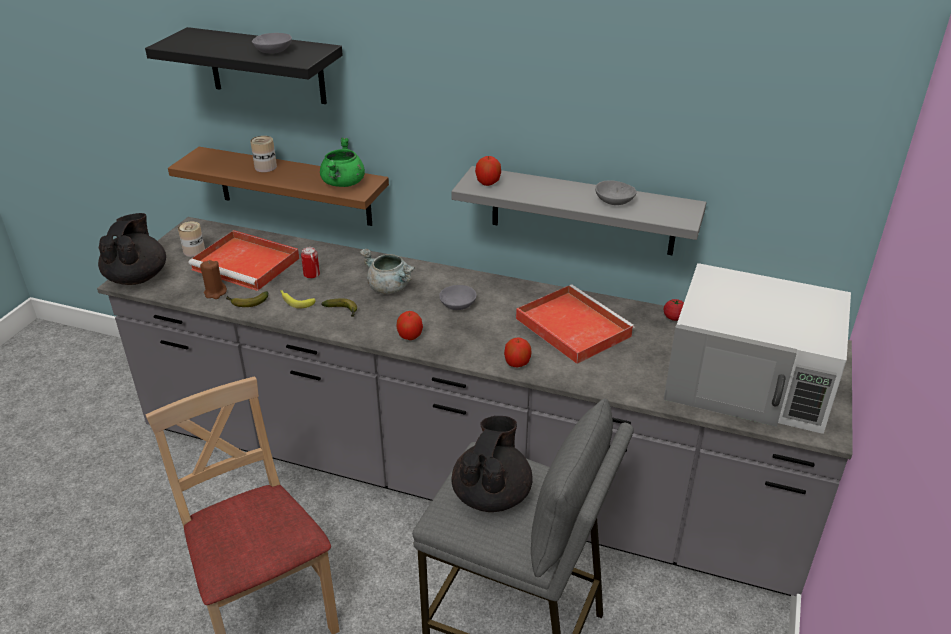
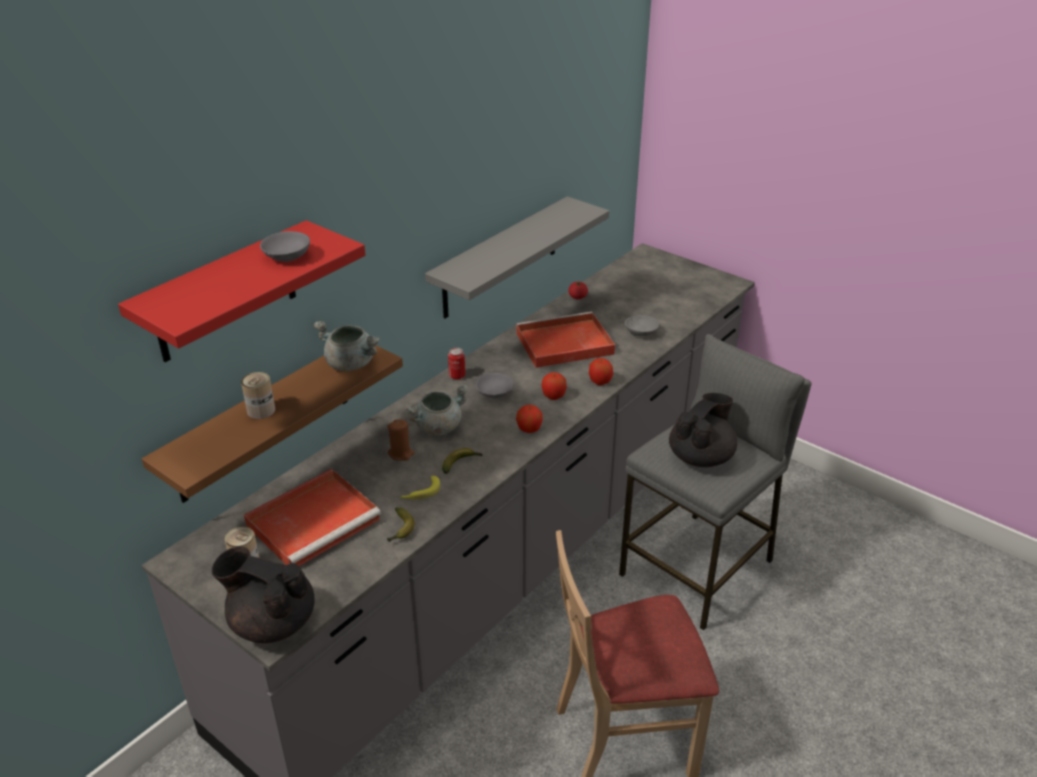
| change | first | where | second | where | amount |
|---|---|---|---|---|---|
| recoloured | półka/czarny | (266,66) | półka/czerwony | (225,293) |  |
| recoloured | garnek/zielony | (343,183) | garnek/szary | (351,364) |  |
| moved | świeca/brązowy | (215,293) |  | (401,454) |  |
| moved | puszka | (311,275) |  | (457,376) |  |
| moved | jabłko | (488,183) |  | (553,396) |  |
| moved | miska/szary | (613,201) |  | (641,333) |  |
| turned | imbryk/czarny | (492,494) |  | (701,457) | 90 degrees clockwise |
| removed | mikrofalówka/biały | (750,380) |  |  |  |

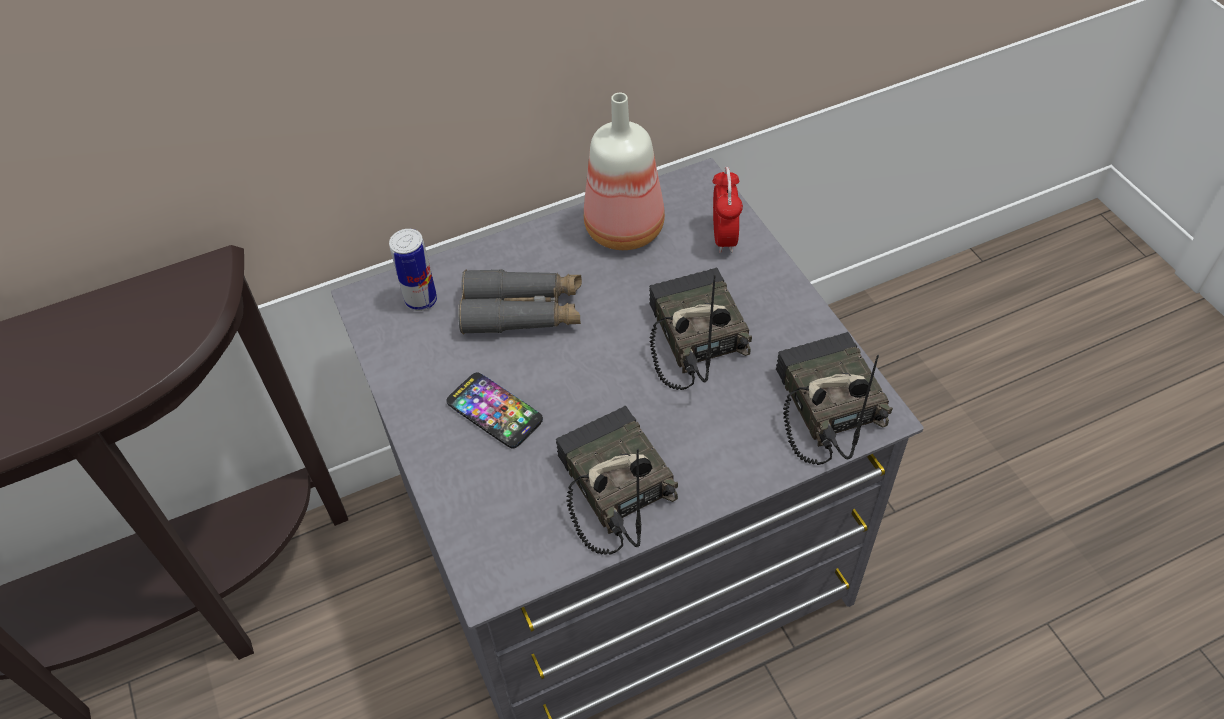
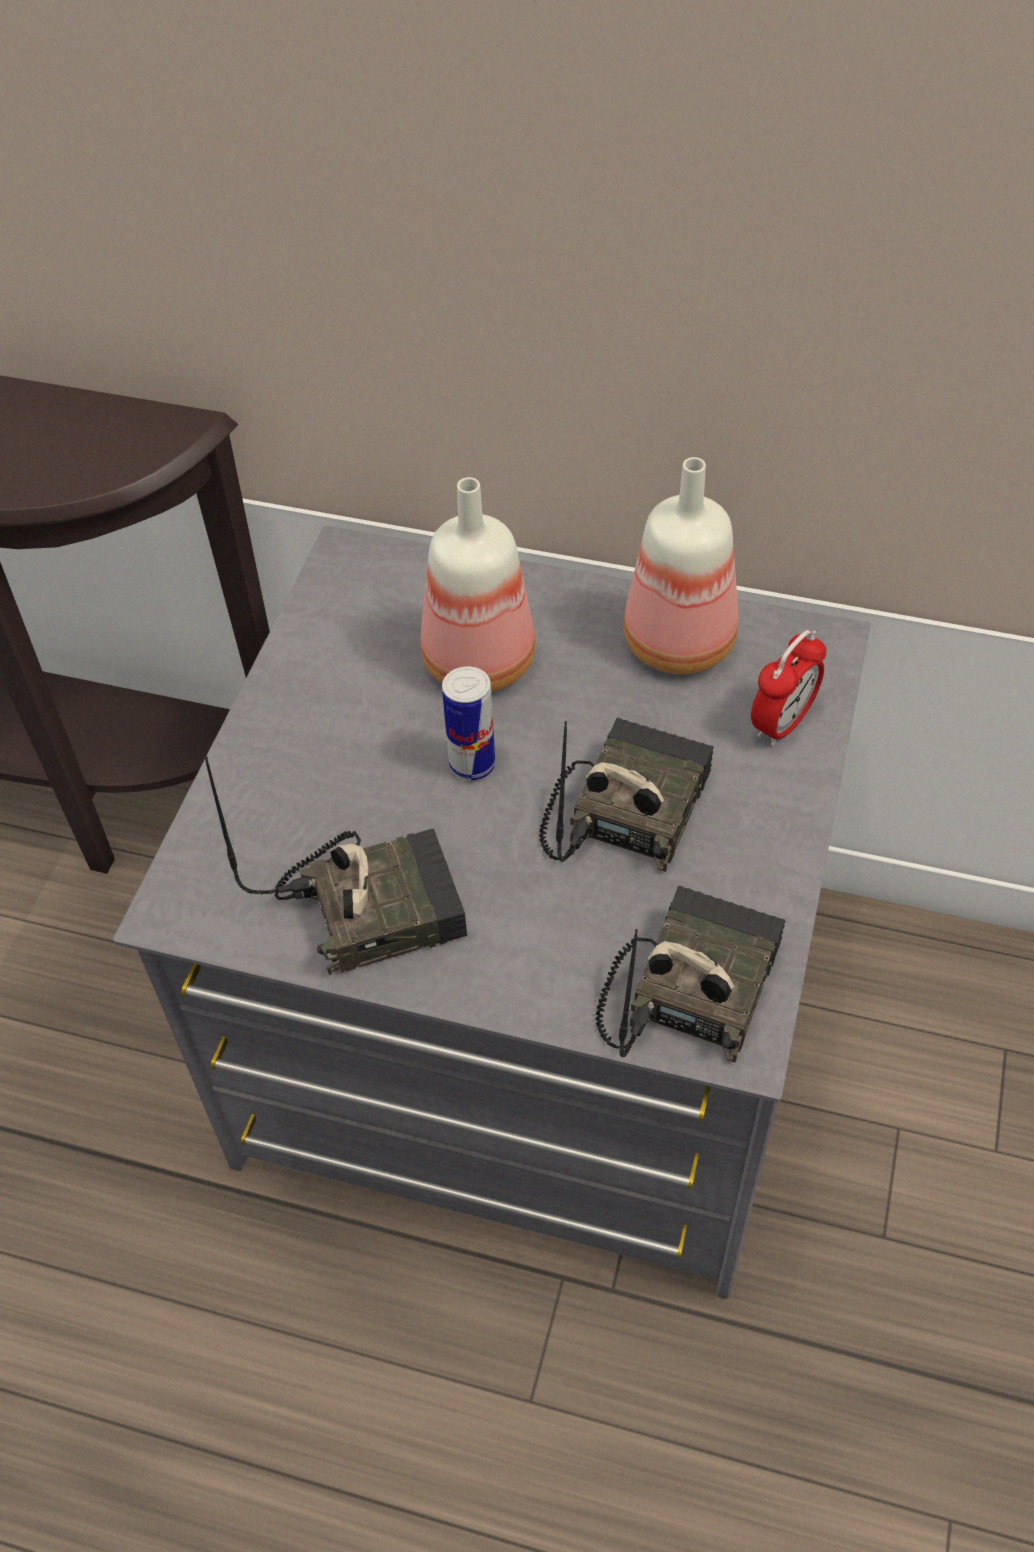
| change | first | where | second | where | amount |
|---|---|---|---|---|---|
| turned | radio | (610,487) |  | (374,905) | 60 degrees clockwise |
| replaced | lornetka/szary | (523,311) | butelka | (479,665) |  |
| moved | puszka | (421,300) |  | (472,764) |  |
| removed | telefon | (494,411) |  |  |  |

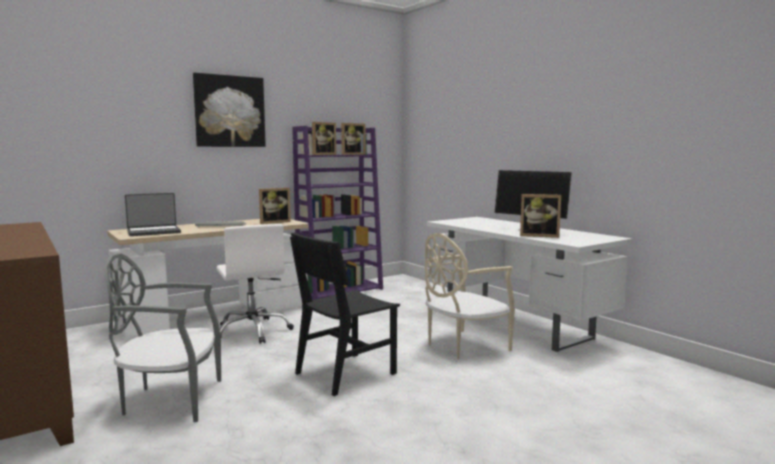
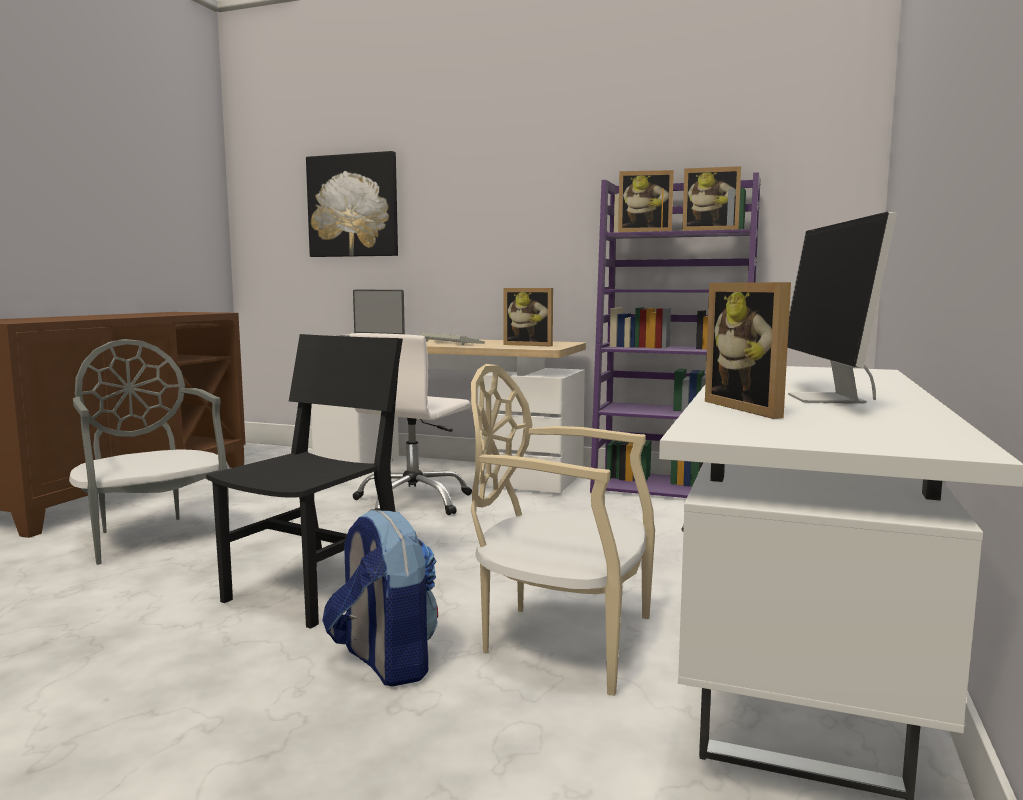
| change | first | where | second | where | amount |
|---|---|---|---|---|---|
| turned | krzesło/czarny | (345,373) |  | (316,589) | 105 degrees clockwise |
| moved | obraz | (229,111) |  | (353,206) |  |
| added |  |  | plecak | (384,662) |  |

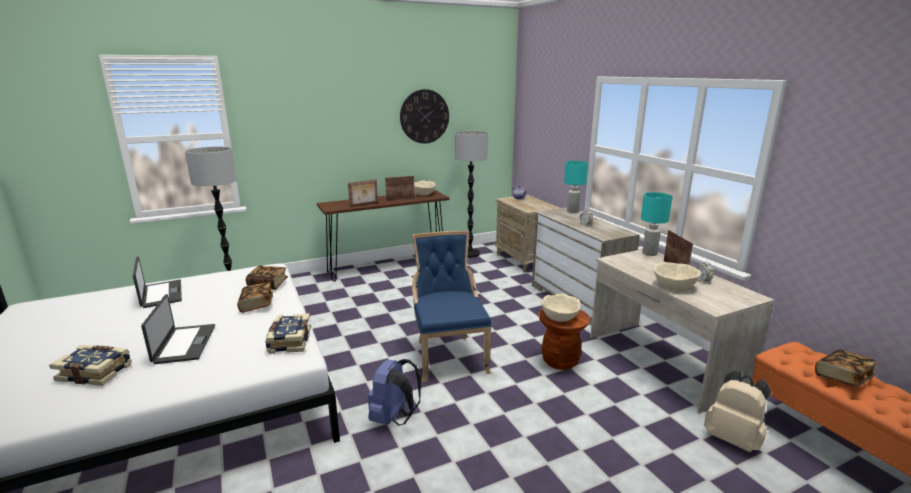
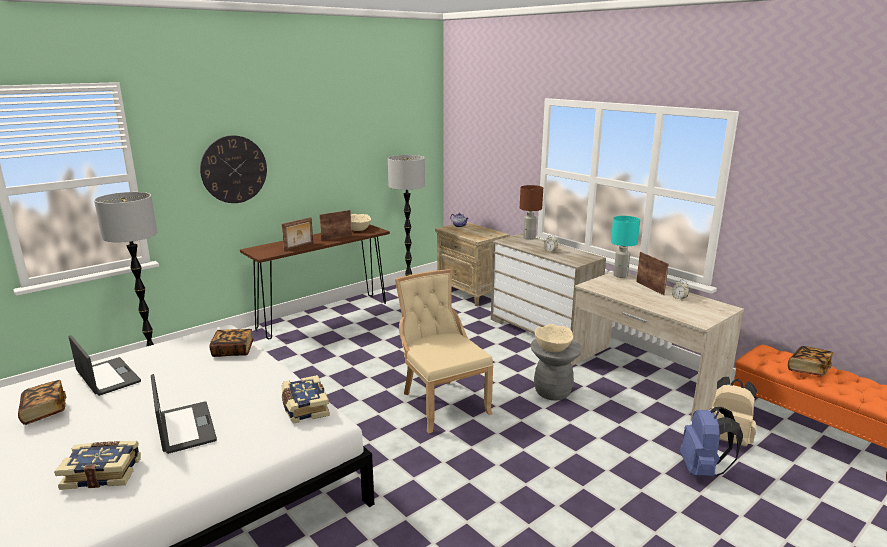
| change | first | where | second | where | amount |
|---|---|---|---|---|---|
| moved | książka | (256,305) |  | (44,411) |  |
| moved | zegar ścienny | (424,116) |  | (234,169) |  |
| recoloured | krzesło/niebieski | (448,355) | krzesło/beżowy | (441,403) |  |
| recoloured | lampa stołowa/turkusowy | (572,211) | lampa stołowa/brązowy | (529,238) |  |
| recoloured | stołek/brązowy | (560,361) | stołek/szary | (552,392) |  |
| moved | plecak/niebieski | (394,418) |  | (703,470) |  |
| removed | miska/beżowy | (674,286) |  |  |  |

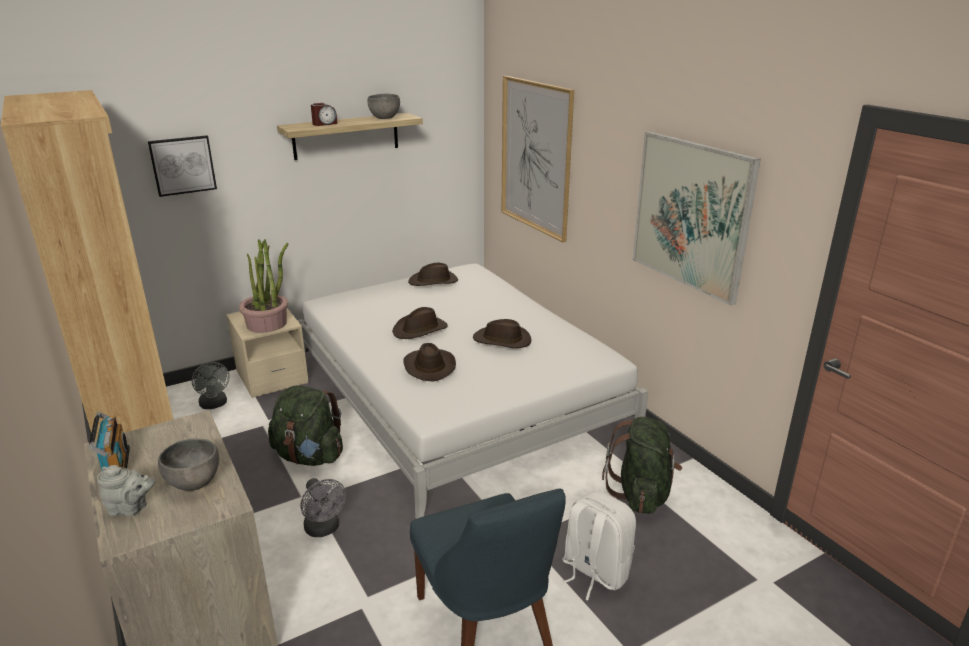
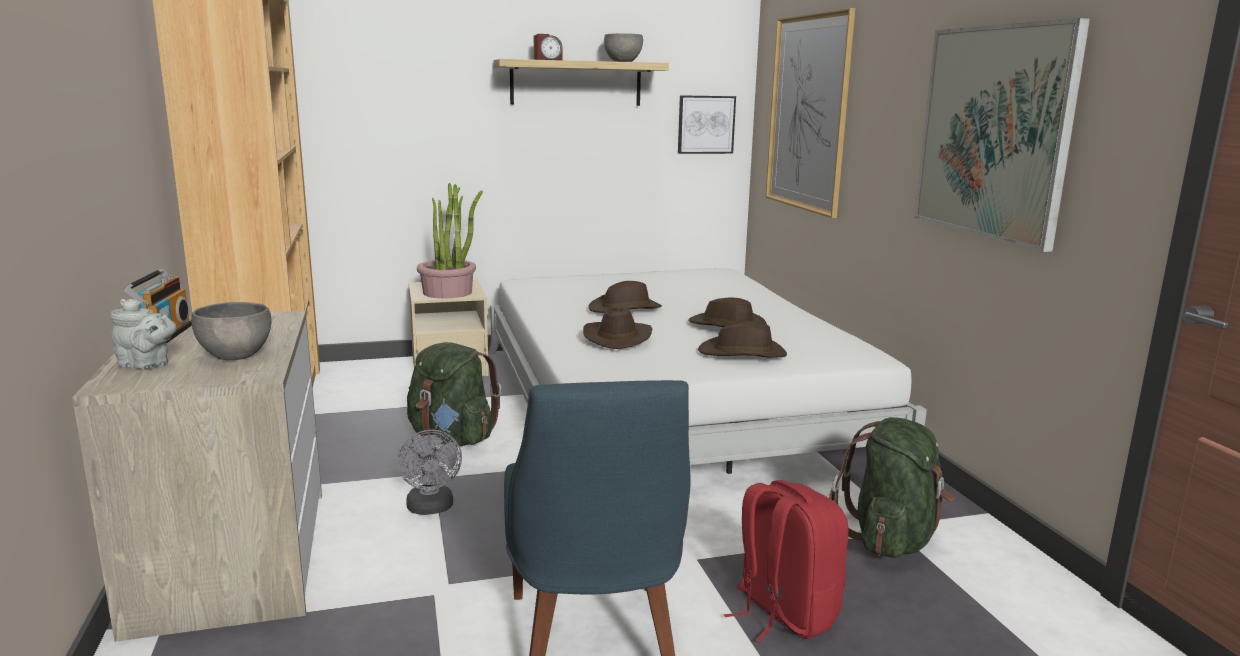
| change | first | where | second | where | amount |
|---|---|---|---|---|---|
| moved | obraz | (183,165) |  | (705,124) |  |
| moved | kapelusz/brązowy | (433,281) |  | (743,353) |  |
| recoloured | plecak/biały | (594,572) | plecak/czerwony | (783,614) |  |
| removed | wentylator/szary | (214,405) |  |  |  |

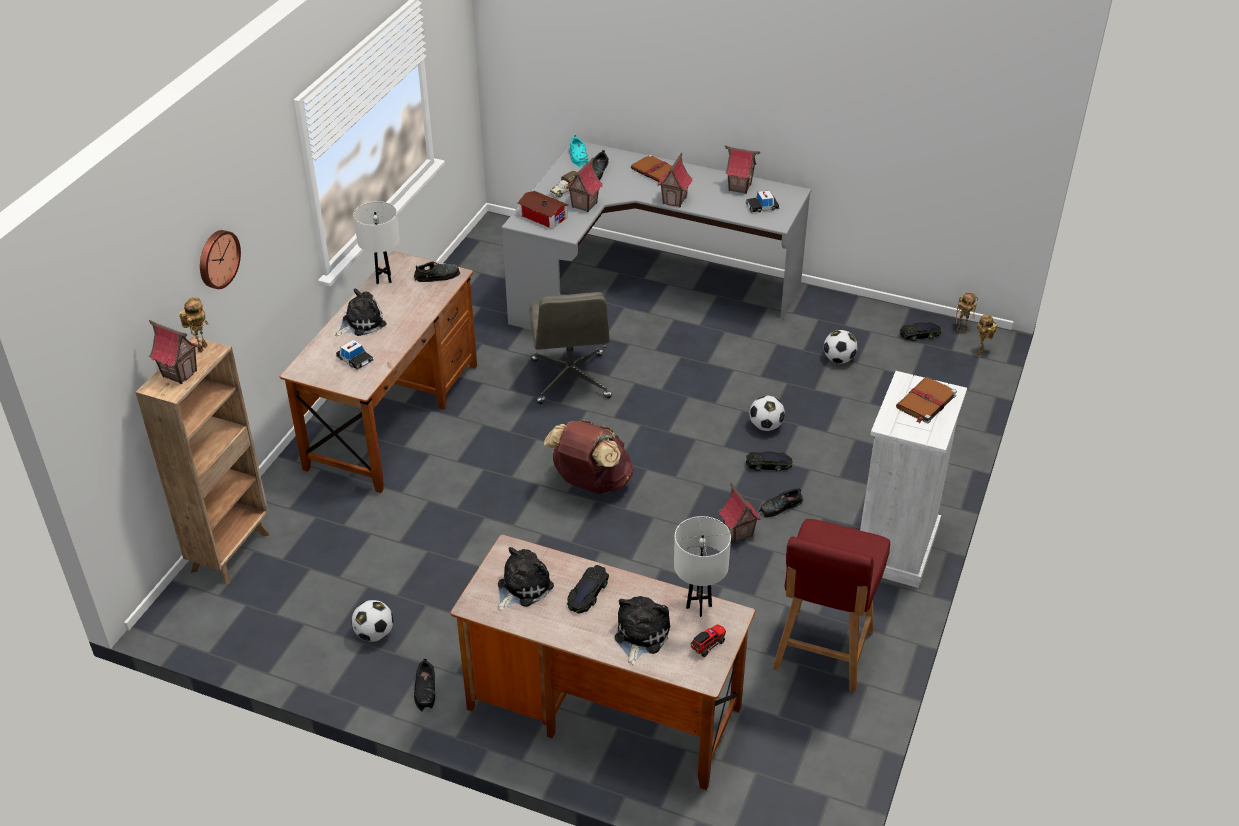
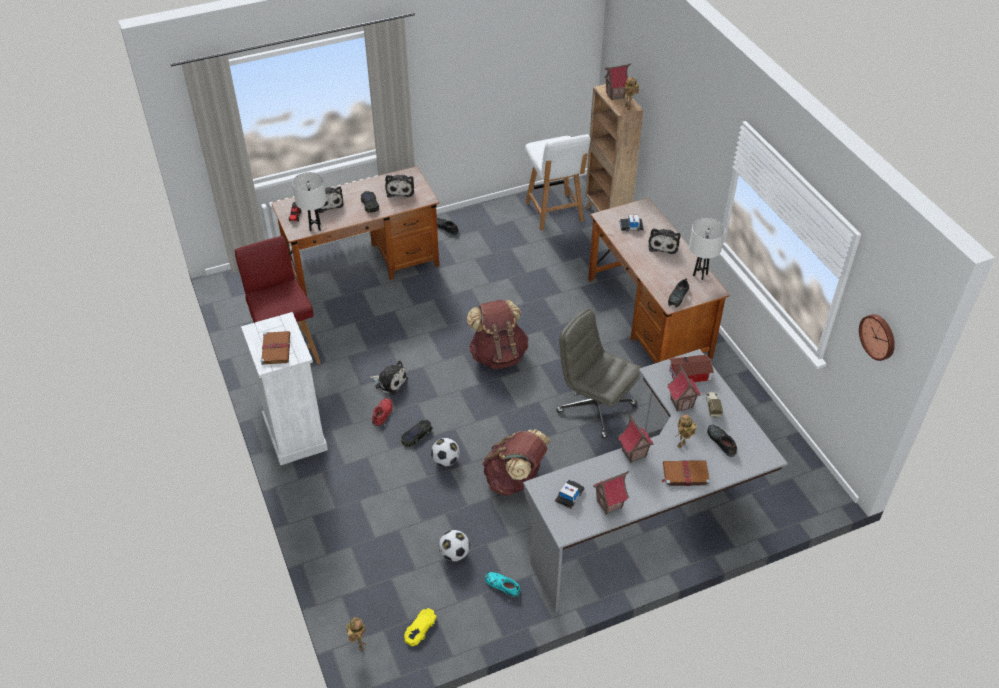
| change | first | where | second | where | amount |
|---|---|---|---|---|---|
| replaced | domek | (737,533) | pluszak | (389,382) |  |
| recoloured | but/czarny | (780,507) | but/czerwony | (382,413) |  |
| recoloured | samochodzik/czarny | (920,334) | samochodzik/żółty | (420,629) |  |
| added |  |  | plecak/brązowy | (515,480) |  |
| moved | but/turkusowy | (579,156) |  | (502,585) |  |
| added |  |  | krzesło/biały | (554,213) |  |
| moved | robot zabawkowy | (962,329) |  | (681,446) |  |
| moved | zegar ścienny | (217,258) |  | (878,336) |  |
| removed | piłka futbolowa | (374,634) |  |  |  |

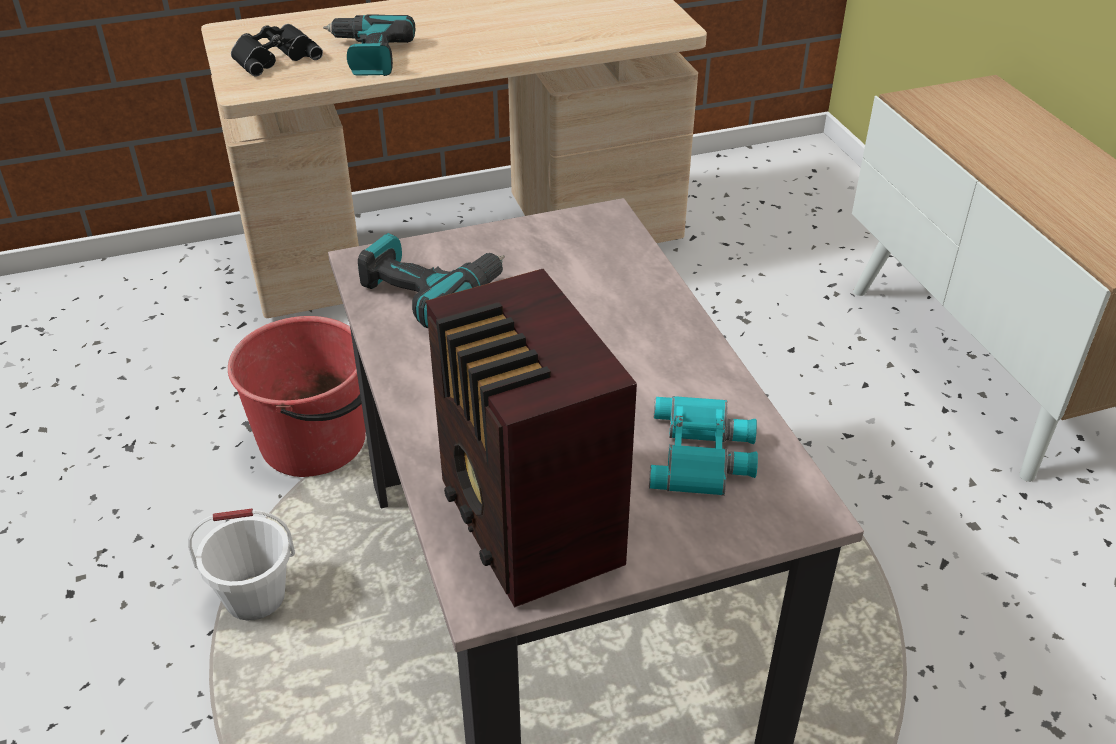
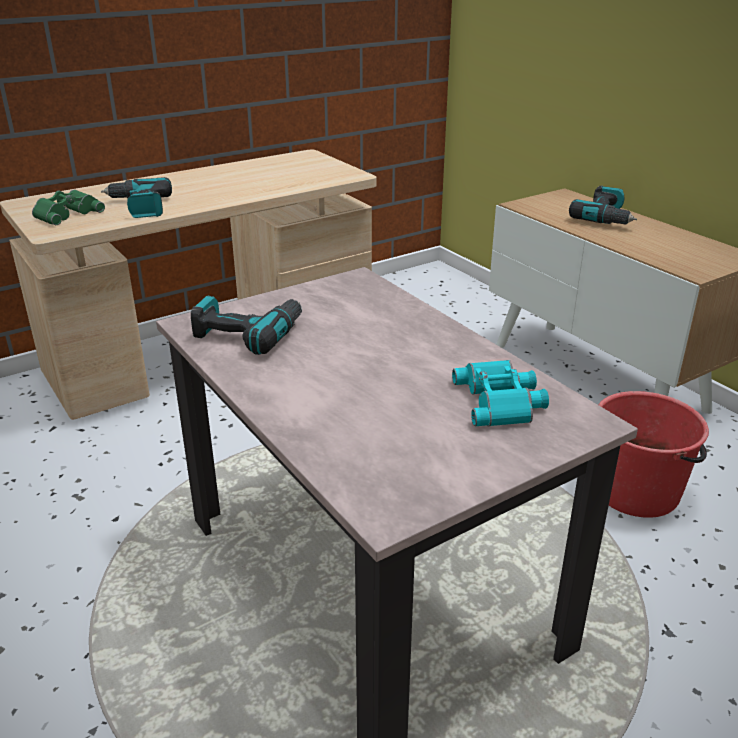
| change | first | where | second | where | amount |
|---|---|---|---|---|---|
| recoloured | lornetka/czarny | (274,56) | lornetka/zielony | (66,213) |  |
| added |  |  | wiertarka | (605,217) |  |
| moved | wiadro/czerwony | (315,441) |  | (637,491) |  |
| removed | wiadro/biały | (255,599) |  |  |  |
| removed | radio | (528,527) |  |  |  |

